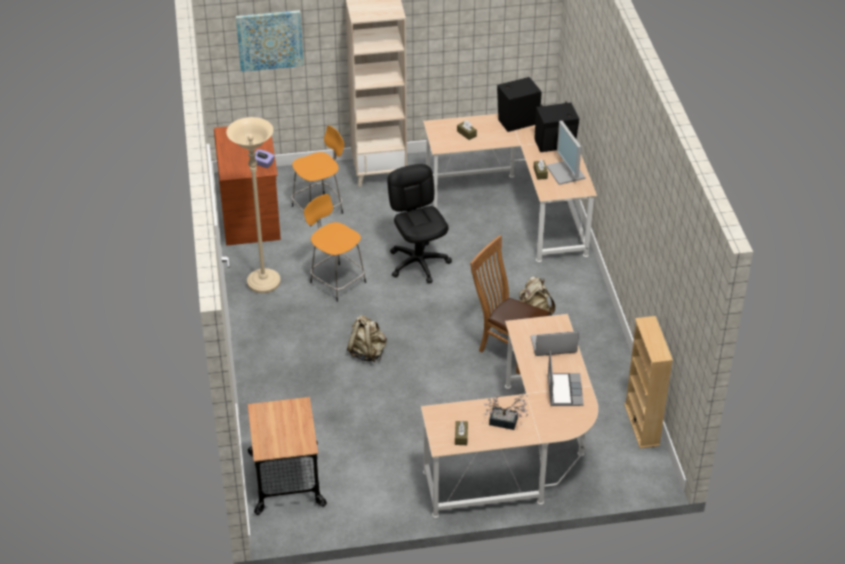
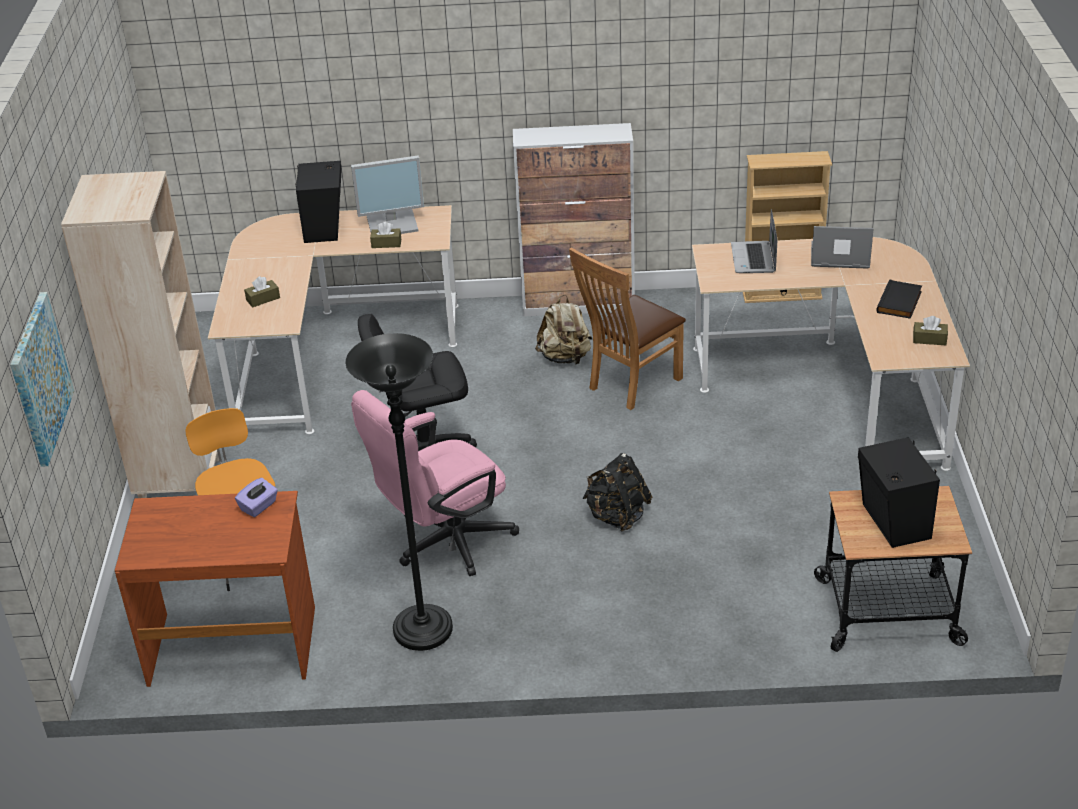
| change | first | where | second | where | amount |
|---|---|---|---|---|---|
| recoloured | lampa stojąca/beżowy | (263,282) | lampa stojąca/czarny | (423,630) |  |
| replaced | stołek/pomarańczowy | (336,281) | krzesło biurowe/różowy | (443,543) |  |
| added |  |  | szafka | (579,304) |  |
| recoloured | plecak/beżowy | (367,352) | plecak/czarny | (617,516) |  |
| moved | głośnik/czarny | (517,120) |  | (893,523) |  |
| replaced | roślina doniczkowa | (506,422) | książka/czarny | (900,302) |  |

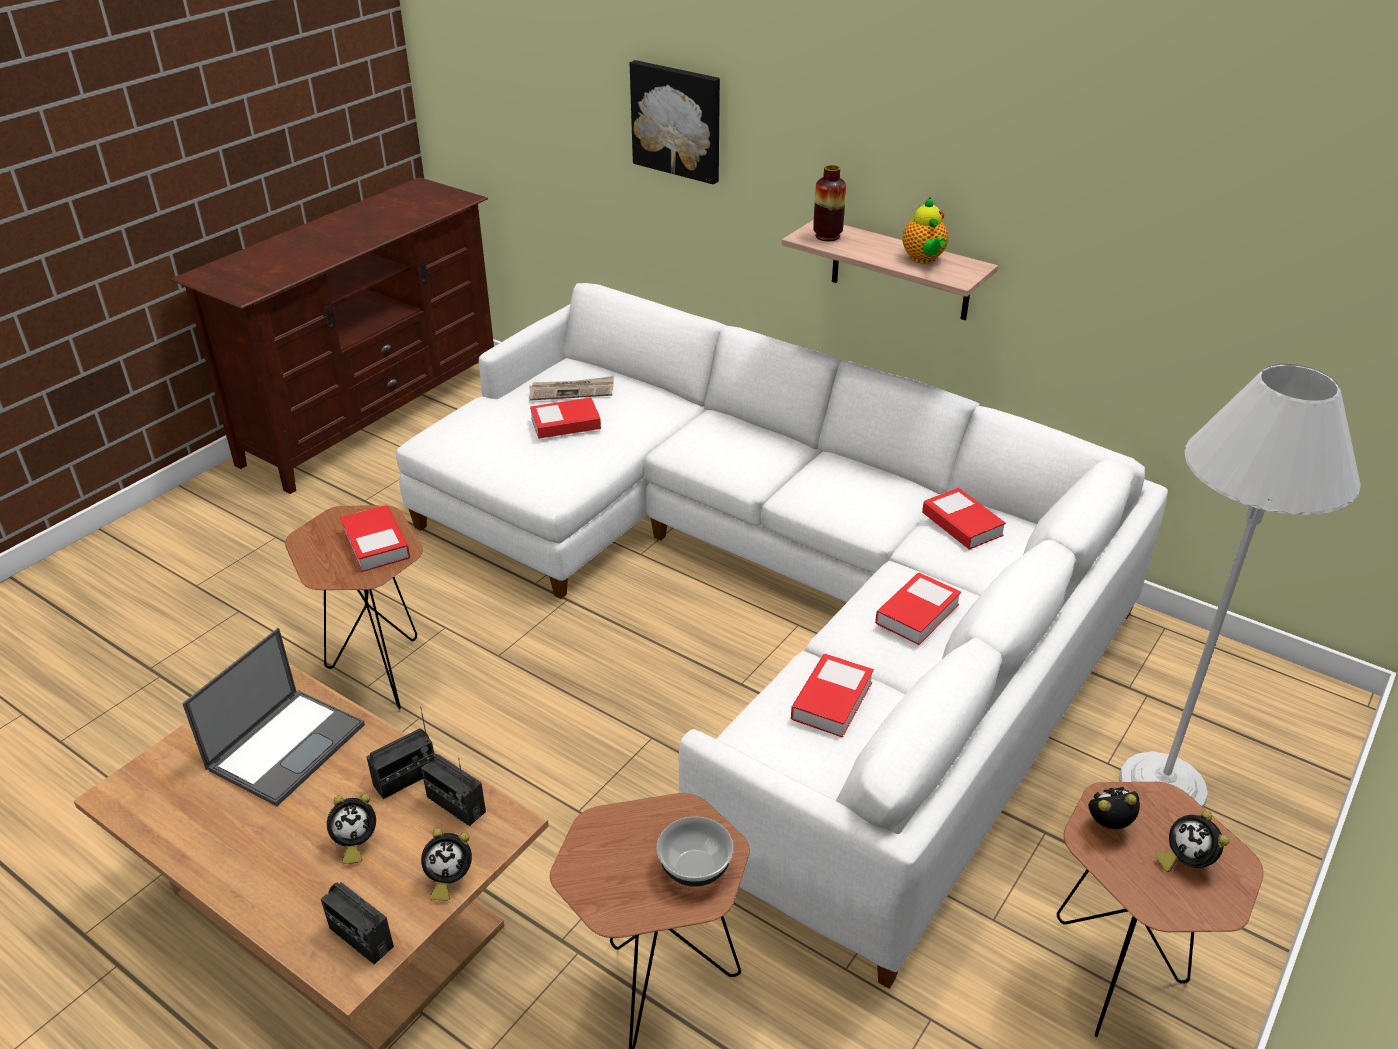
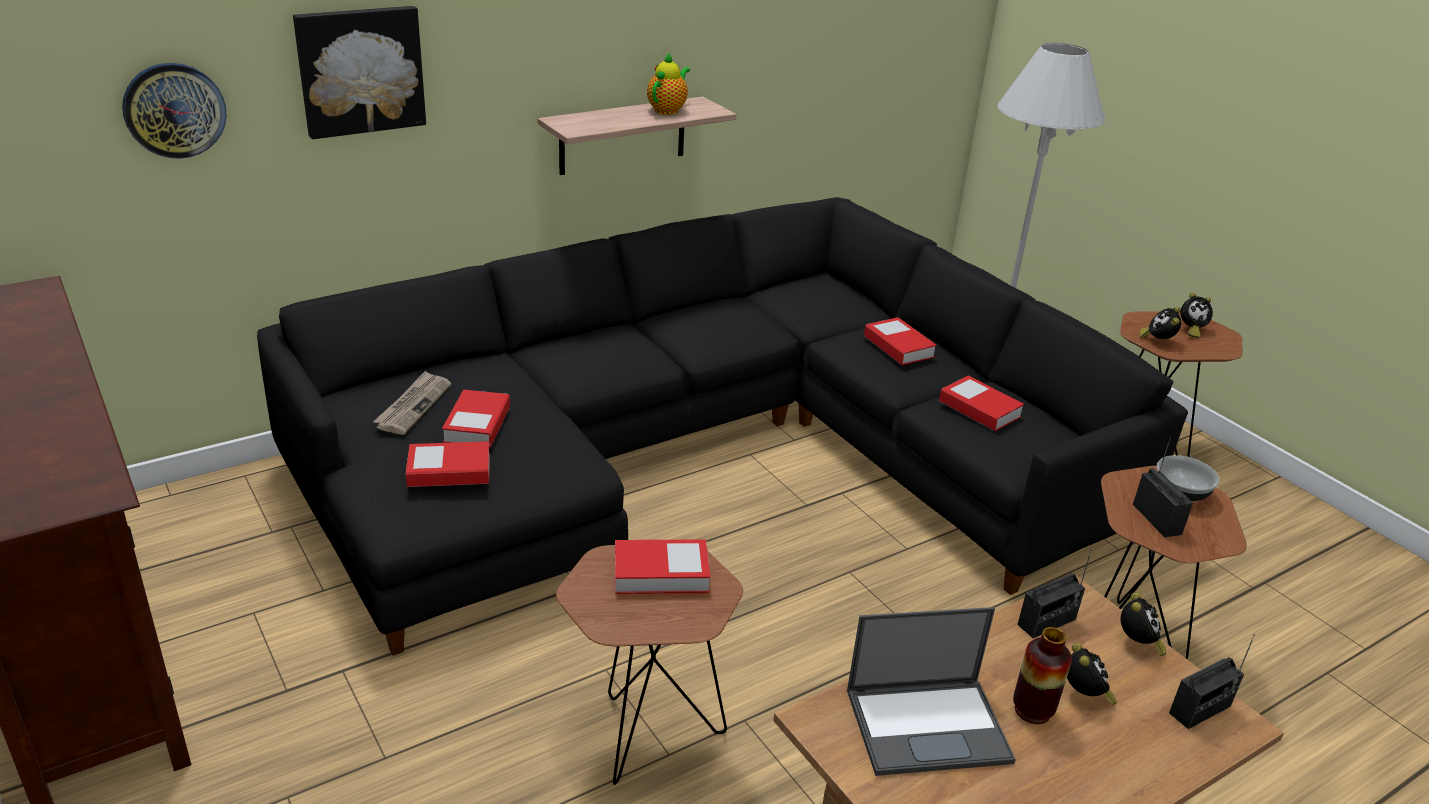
| change | first | where | second | where | amount |
|---|---|---|---|---|---|
| added |  |  | zegar ścienny | (174,110) |  |
| recoloured | kanapa/biały | (772,596) | kanapa/czarny | (703,454) |  |
| moved | książka | (962,524) |  | (449,471) |  |
| turned | imbryk | (924,259) |  | (668,110) | 75 degrees counterclockwise |
| turned | laptop | (287,745) |  | (929,725) | 120 degrees clockwise |
| moved | wazon | (827,236) |  | (1032,710) |  |
| moved | radio | (405,778) |  | (1157,519) |  |

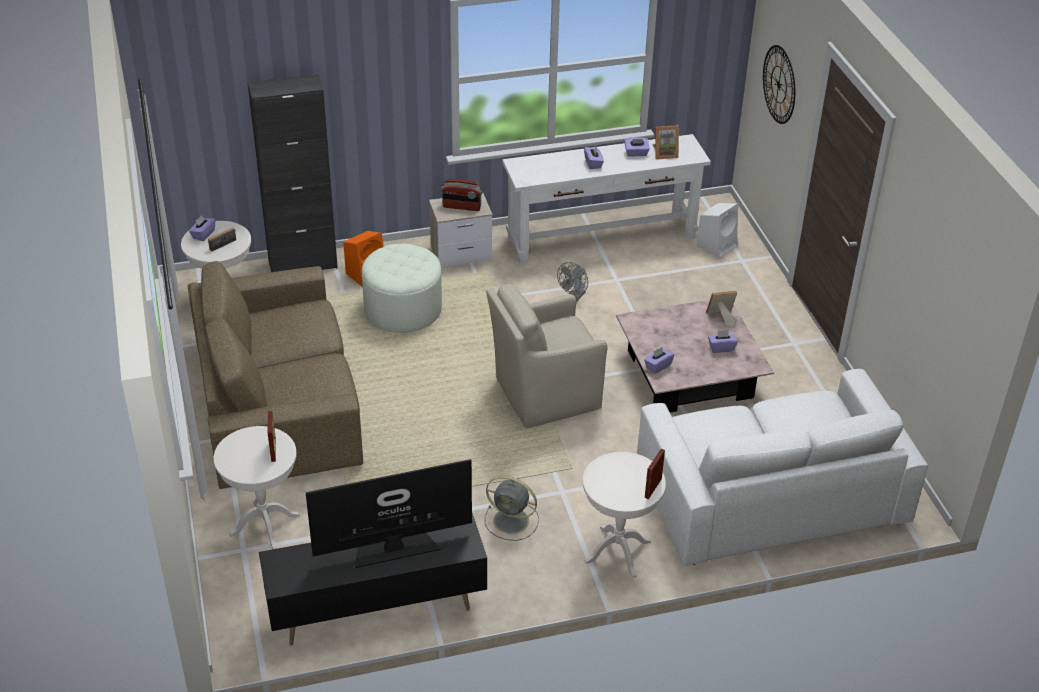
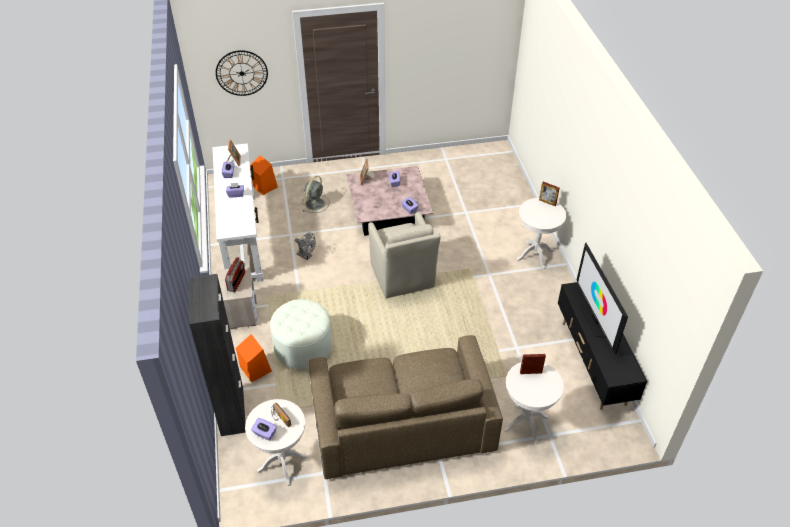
| change | first | where | second | where | amount |
|---|---|---|---|---|---|
| recoloured | głośnik/biały | (717,245) | głośnik/pomarańczowy | (264,186) |  |
| moved | wentylator/szary | (512,521) |  | (315,203) |  |
| removed | kanapa/biały | (770,493) |  |  |  |

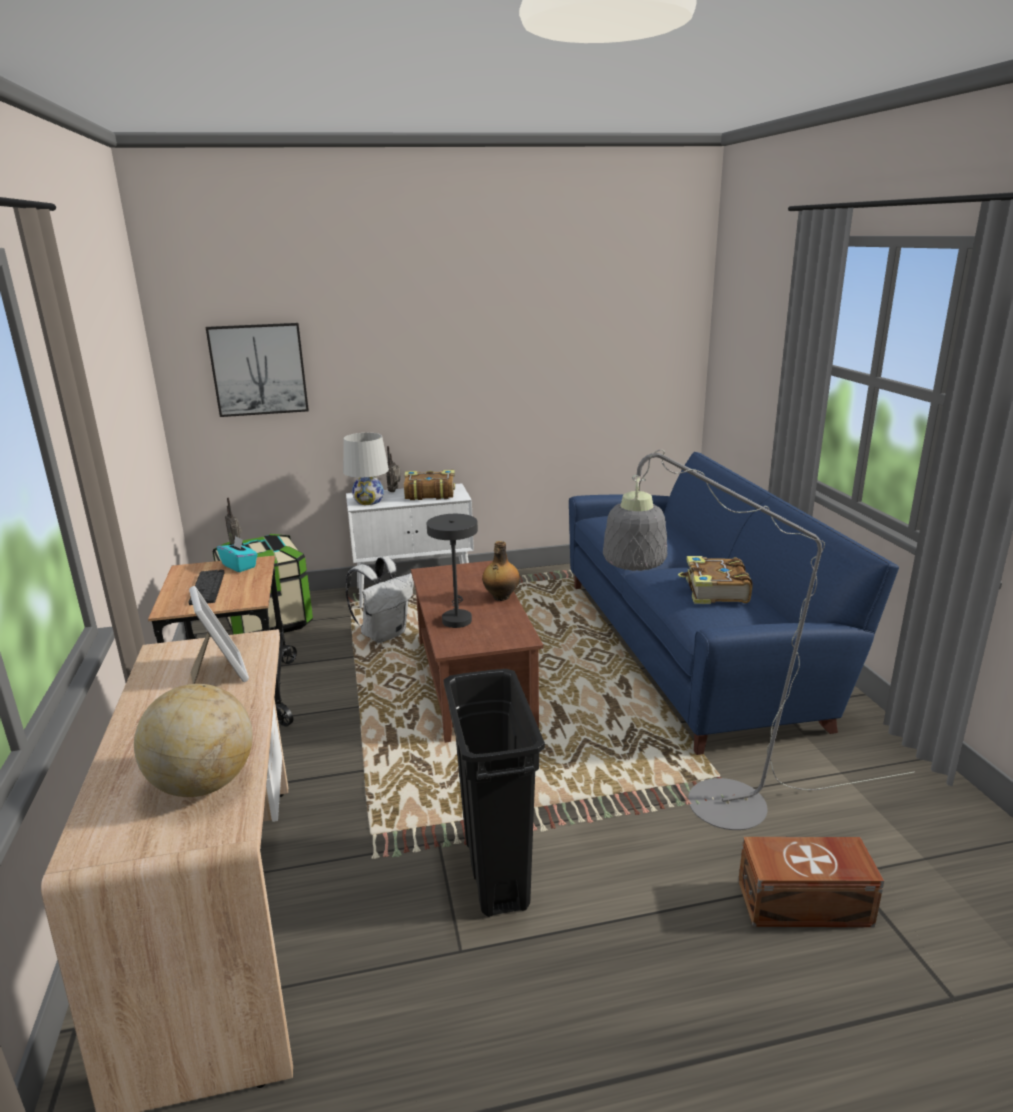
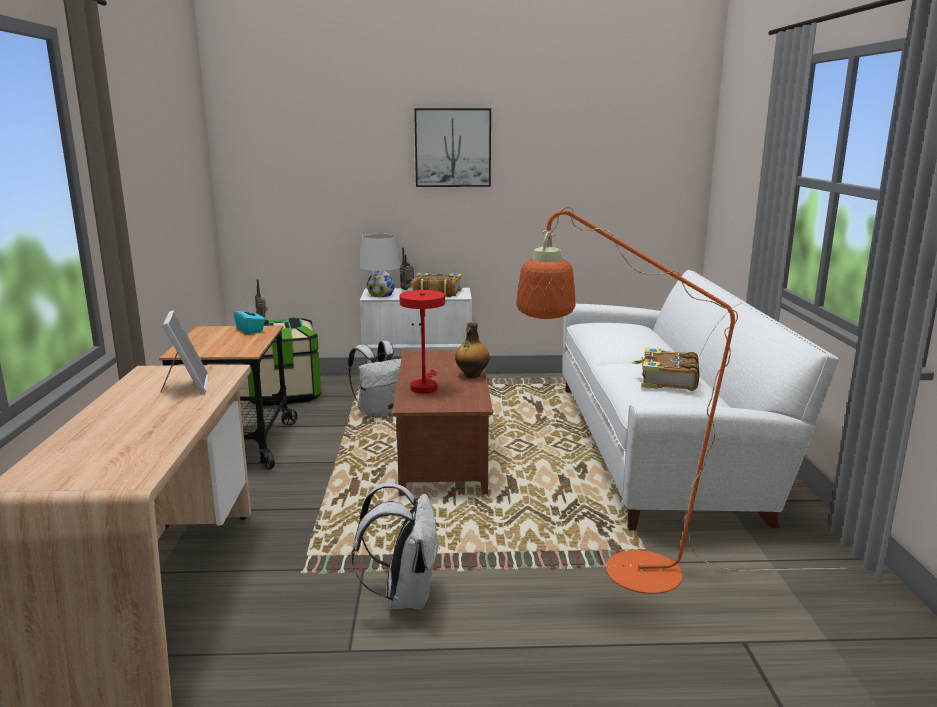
| change | first | where | second | where | amount |
|---|---|---|---|---|---|
| replaced | kosz na śmieci/czarny | (495,871) | plecak/biały | (404,596) |  |
| recoloured | lampa stołowa/szary | (456,618) | lampa stołowa/czerwony | (424,386) |  |
| moved | obraz | (259,369) |  | (453,147) |  |
| recoloured | lampa stojąca/szary | (708,807) | lampa stojąca/pomarańczowy | (623,572) |  |
| recoloured | kanapa/niebieski | (692,647) | kanapa/biały | (660,446) |  |
| removed | globus | (203,784) |  |  |  |
| removed | klawiatura | (207,588) |  |  |  |
| removed | pojemnik do przechowywania/brązowy | (806,904) |  |  |  |

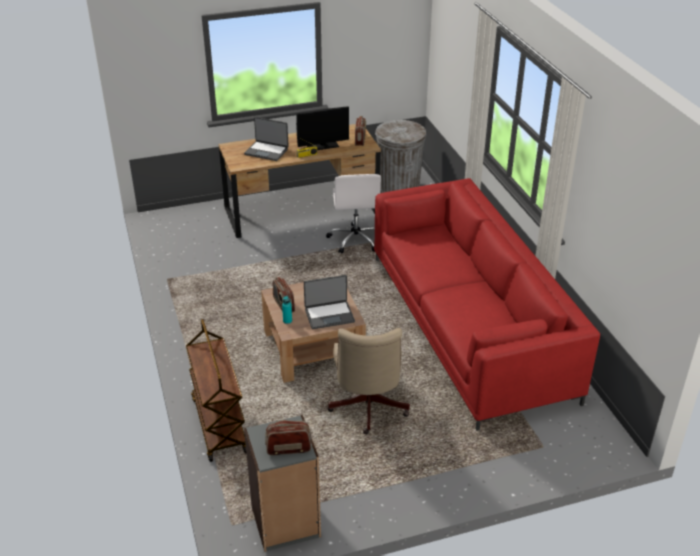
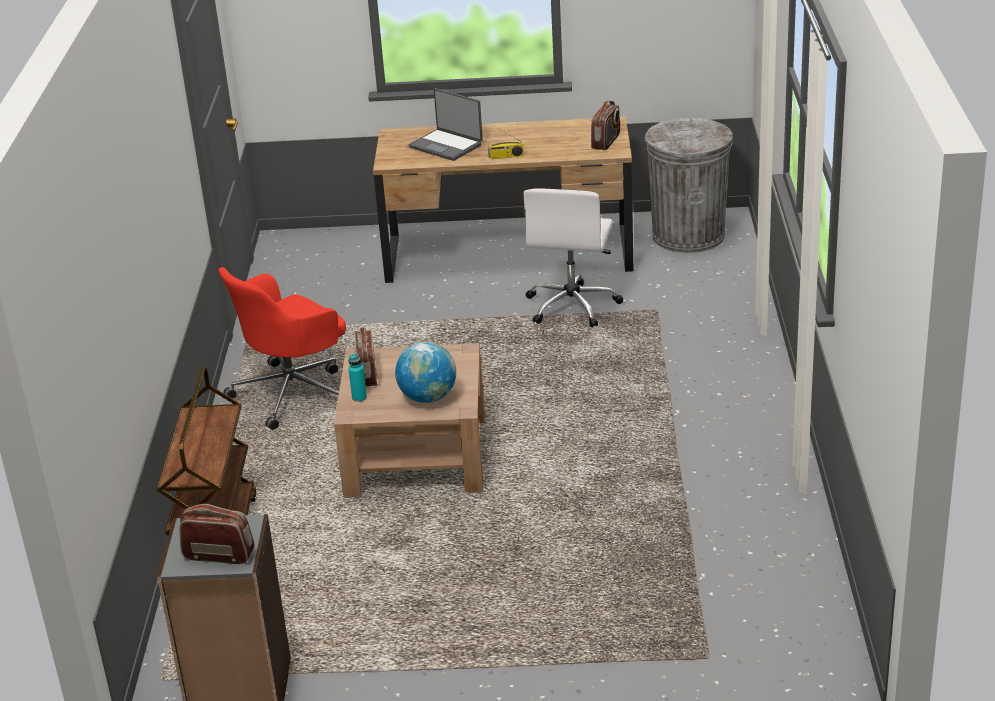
| change | first | where | second | where | amount |
|---|---|---|---|---|---|
| added |  |  | krzesło biurowe/czerwony | (294,393) |  |
| replaced | laptop | (329,315) | globus | (428,397) |  |
| removed | monitor | (322,146) |  |  |  |
| removed | krzesło biurowe/beżowy | (367,409) |  |  |  |
| removed | kanapa/czerwony | (468,326) |  |  |  |

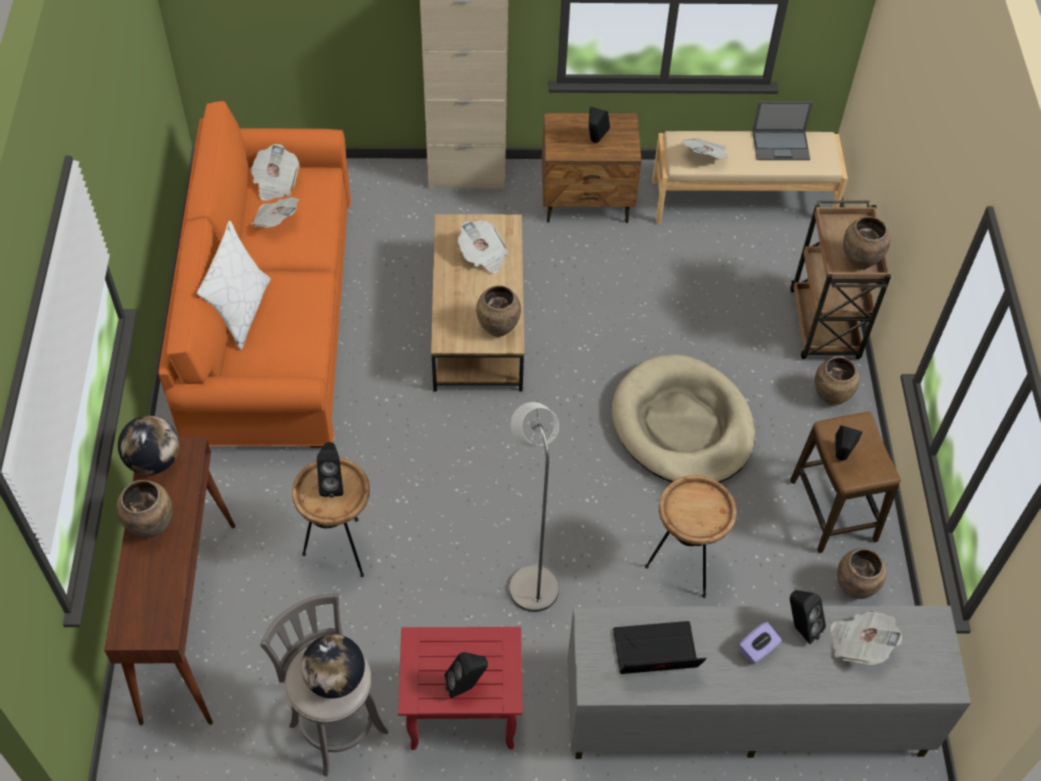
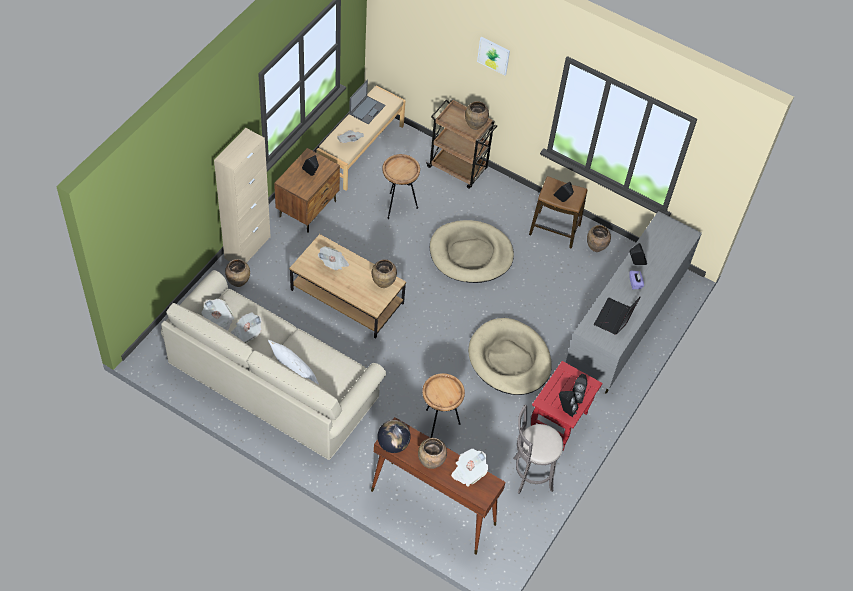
| change | first | where | second | where | amount |
|---|---|---|---|---|---|
| recoloured | kanapa/pomarańczowy | (271,317) | kanapa/beżowy | (272,382) |  |
| moved | wazon/brązowy | (831,397) |  | (239,282) |  |
| moved | stolik/brązowy | (683,567) |  | (398,206) |  |
| moved | gazeta | (859,644) |  | (468,472) |  |
| replaced | lampa stojąca/szary | (531,580) | legowisko/beżowy | (509,359) |  |
| added |  |  | obraz | (493,55) |  |
| moved | głośnik/czarny | (332,483) |  | (565,410) |  |
| removed | globus | (335,679) |  |  |  |

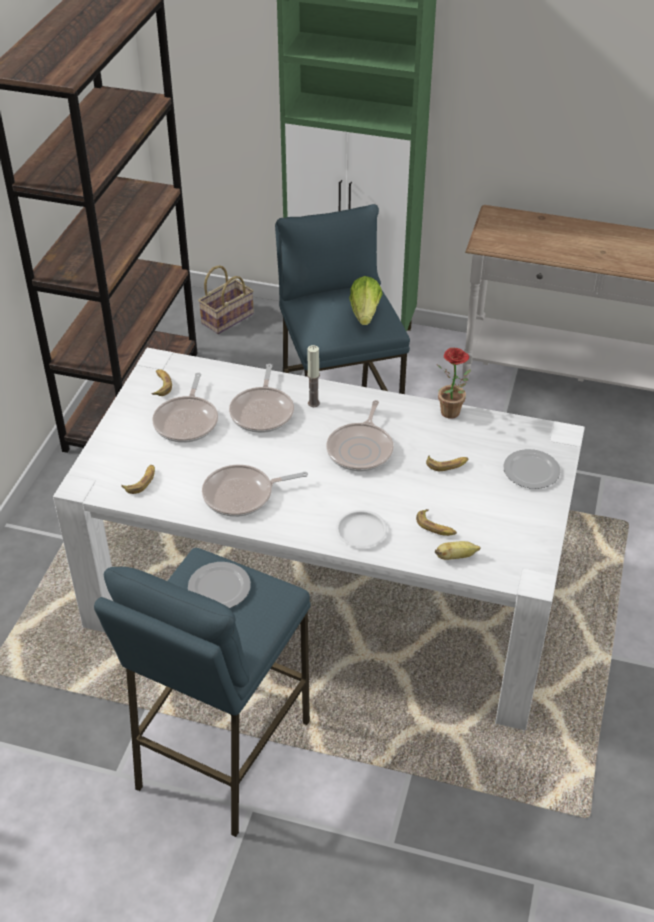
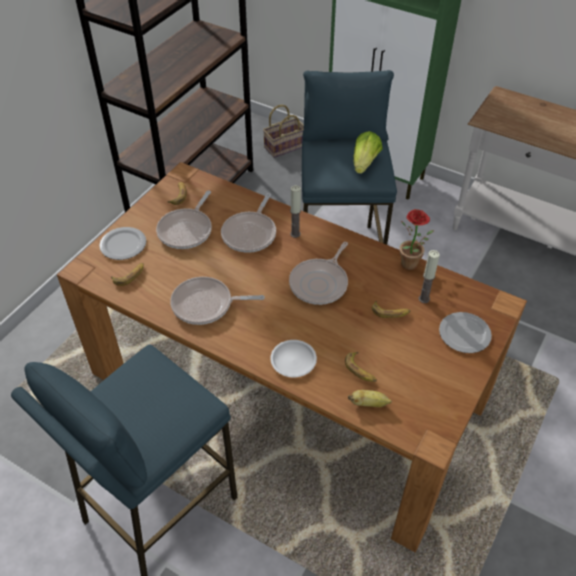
| change | first | where | second | where | amount |
|---|---|---|---|---|---|
| recoloured | stół jadalny/biały | (327,592) | stół jadalny/brązowy | (288,386) |  |
| moved | talerz | (220,587) |  | (124,244) |  |
| added |  |  | świeca | (424,299) |  |

